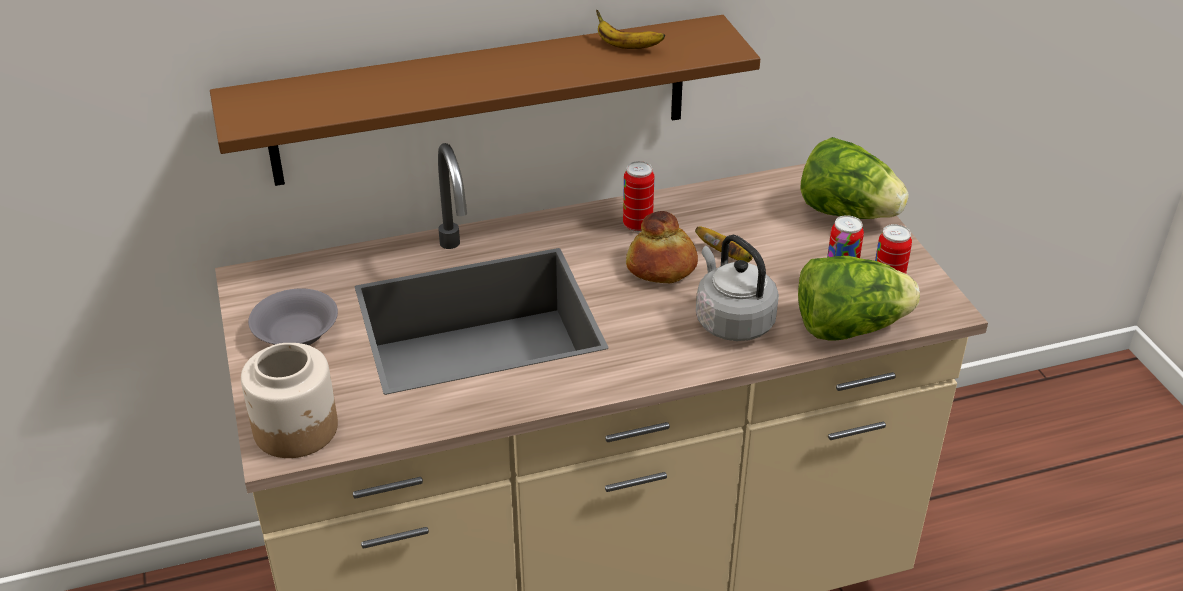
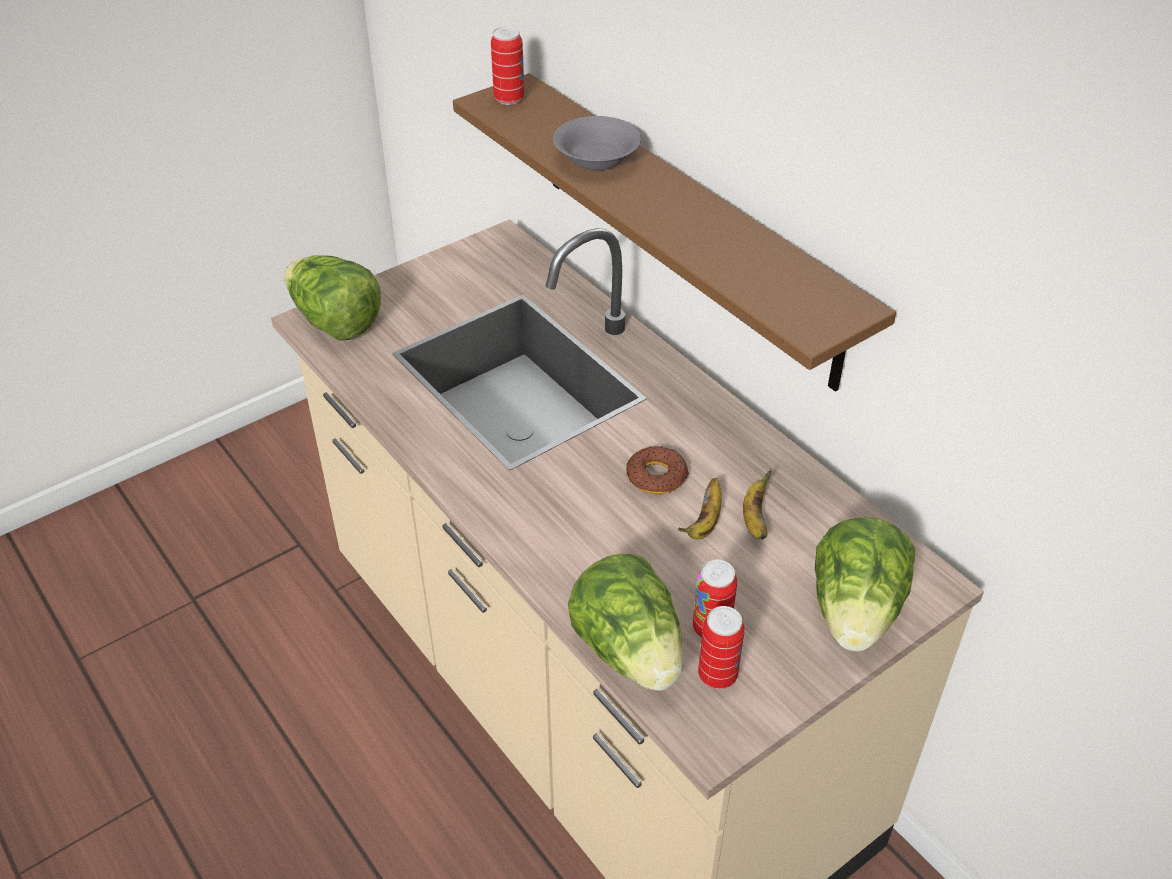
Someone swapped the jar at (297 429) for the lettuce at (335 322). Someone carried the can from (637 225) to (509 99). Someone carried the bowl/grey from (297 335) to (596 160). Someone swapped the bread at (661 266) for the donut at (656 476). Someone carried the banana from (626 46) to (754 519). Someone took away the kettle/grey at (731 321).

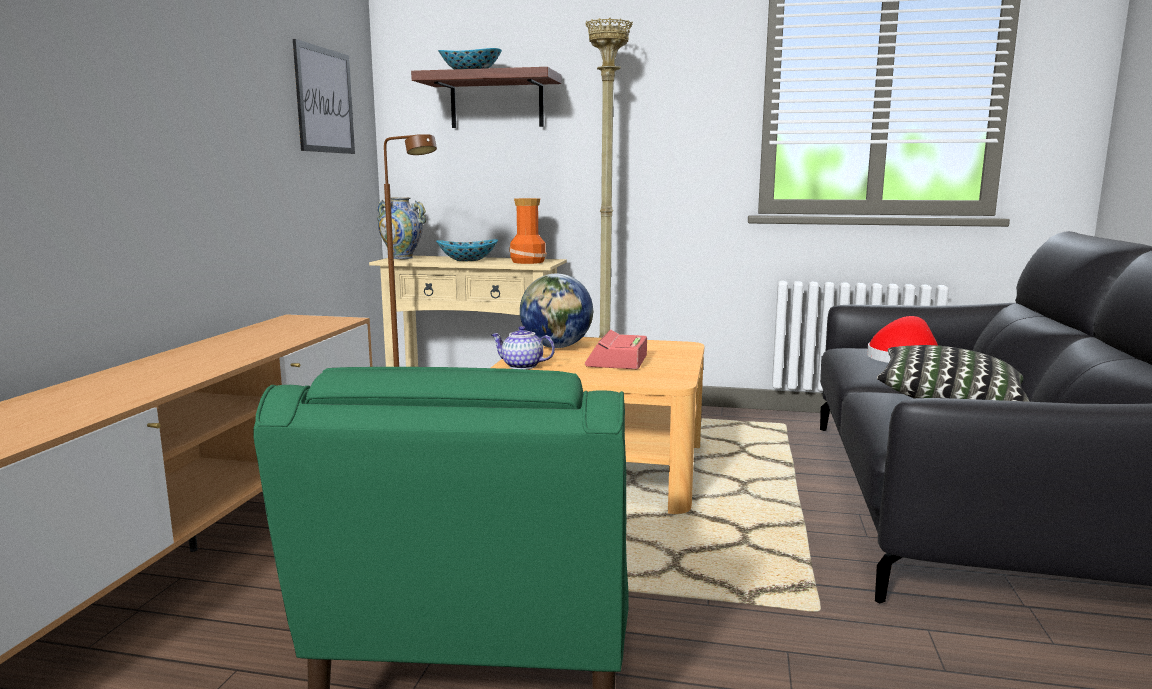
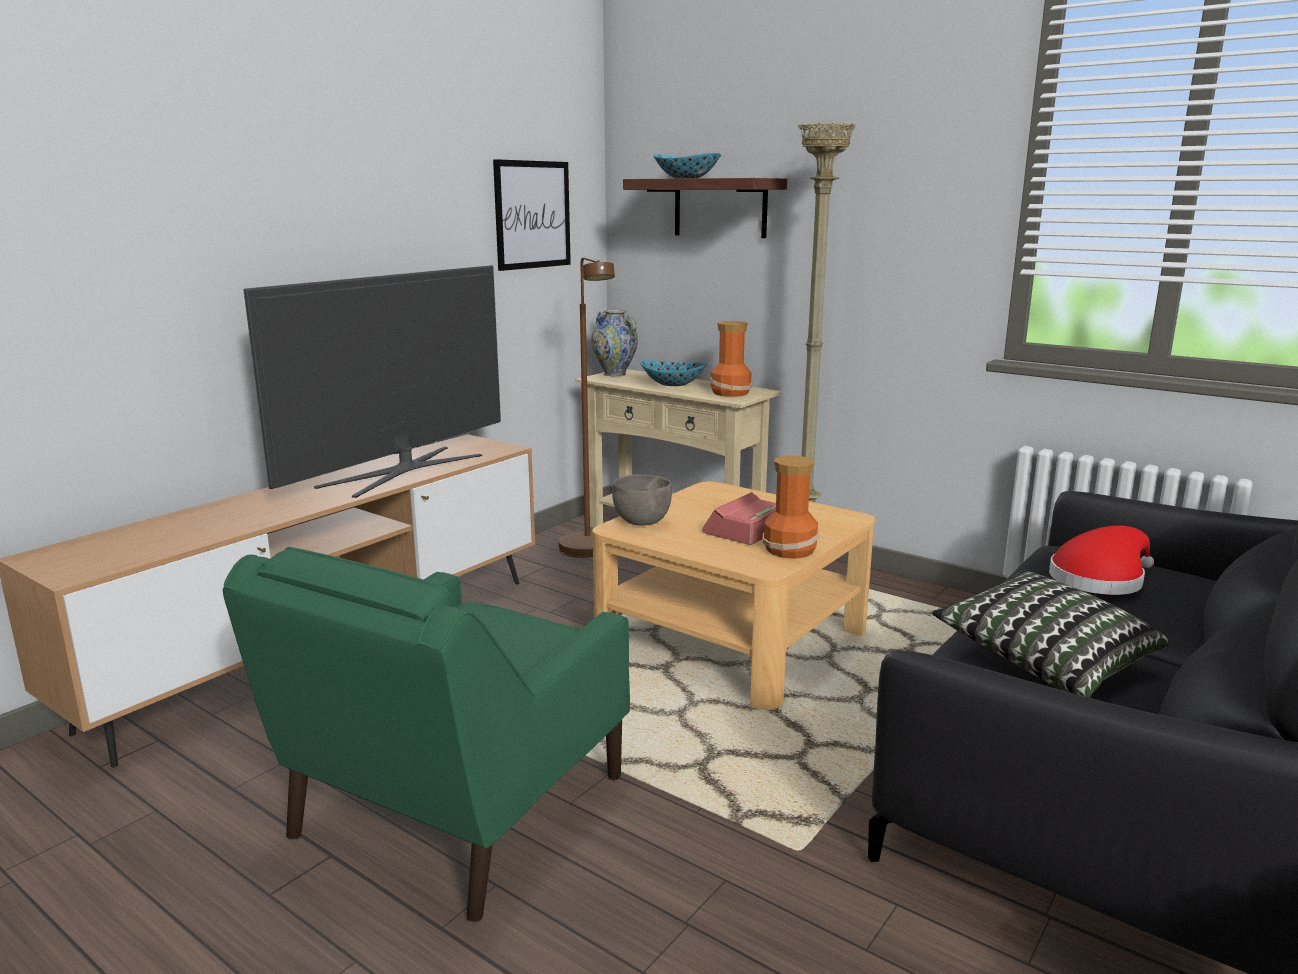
Someone put down the television at (403 470). Someone swapped the teapot at (521 366) for the bowl/grey at (642 522). Someone put down the vase at (791 550). Someone took away the globe at (557 347).

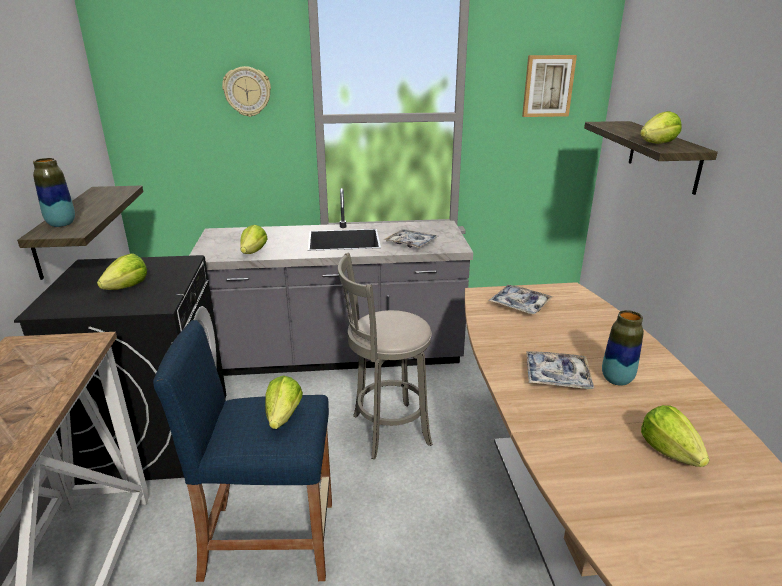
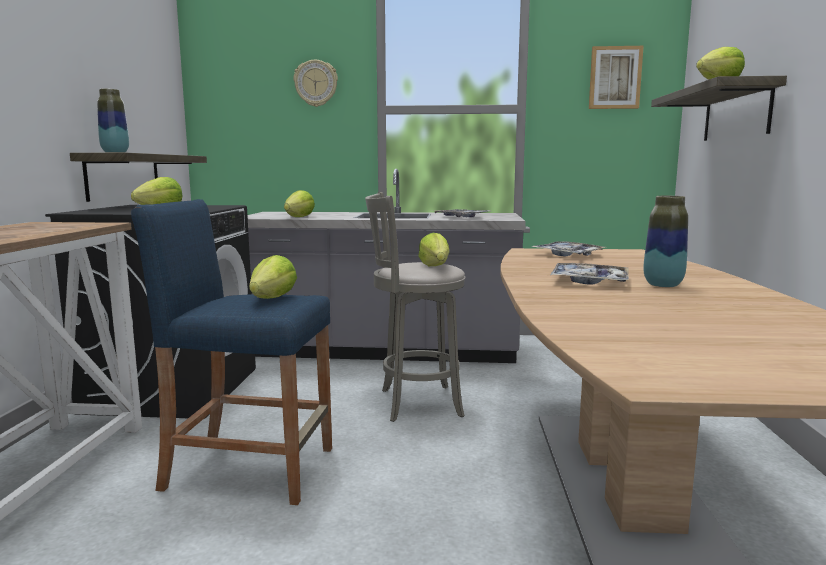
Someone carried the lettuce from (669 451) to (435 266).

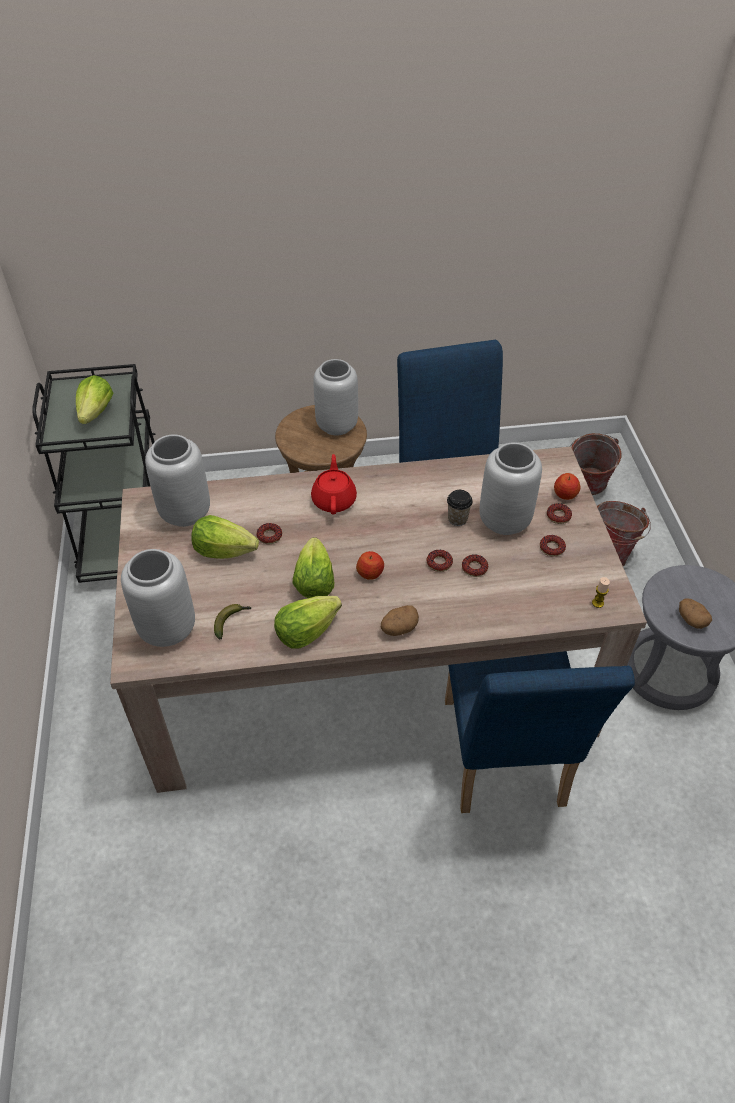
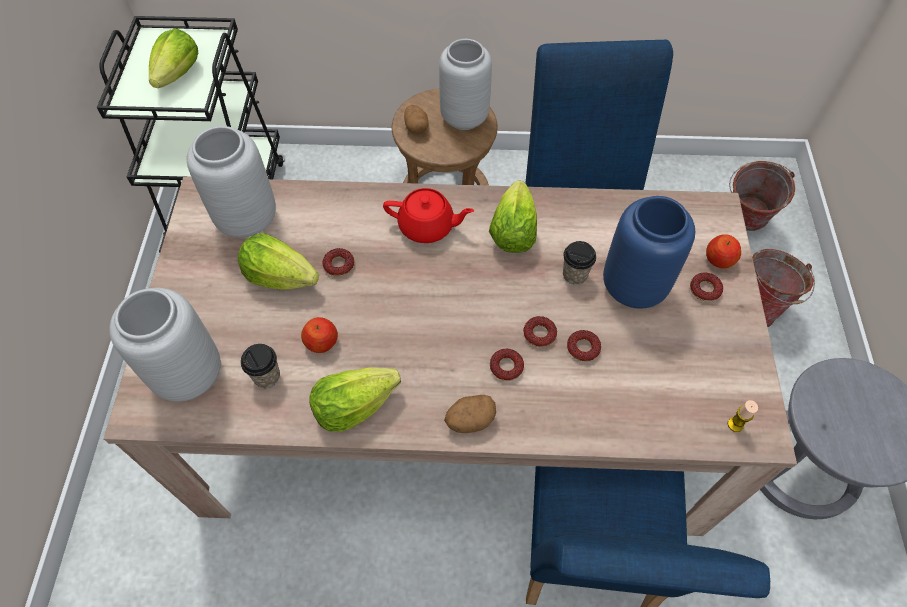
Someone swapped the banana at (231 621) for the cup at (267 376). Someone carried the apple from (370 573) to (322 342). Someone rotated the teapot/red at (334 500) by 90 degrees clockwise. Someone carried the potato from (691 620) to (416 127). Someone carried the lettuce from (314 582) to (512 232). Someone carried the donut from (552 548) to (506 367). Someone repainted the vase/grey at (503 521), which became the vase/blue at (632 287).

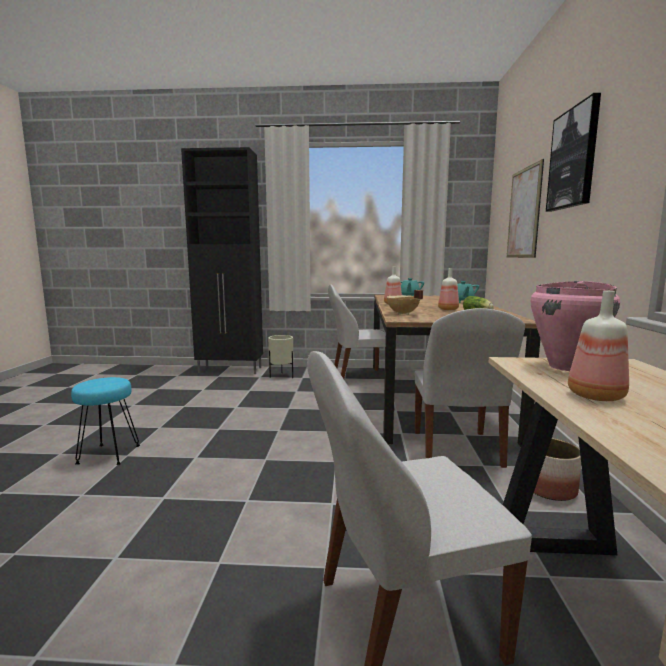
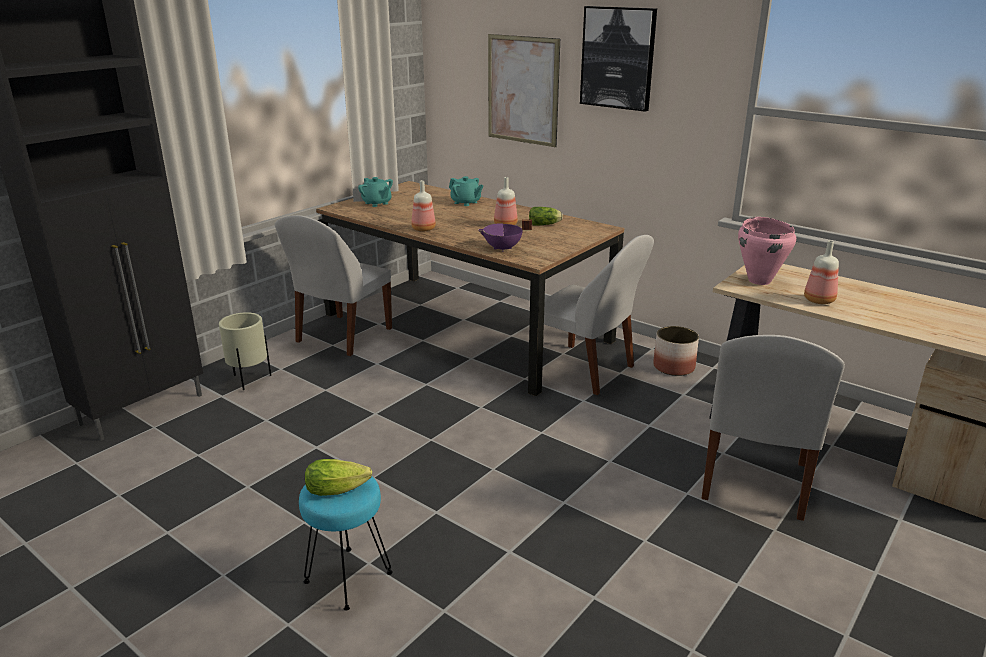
Someone put down the lettuce at (340 489). Someone repainted the cooking pot/beige at (402 314), which became the cooking pot/purple at (503 249).

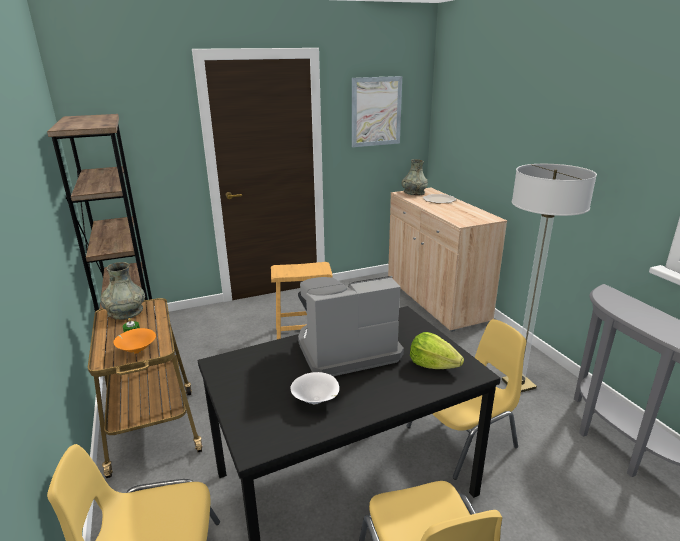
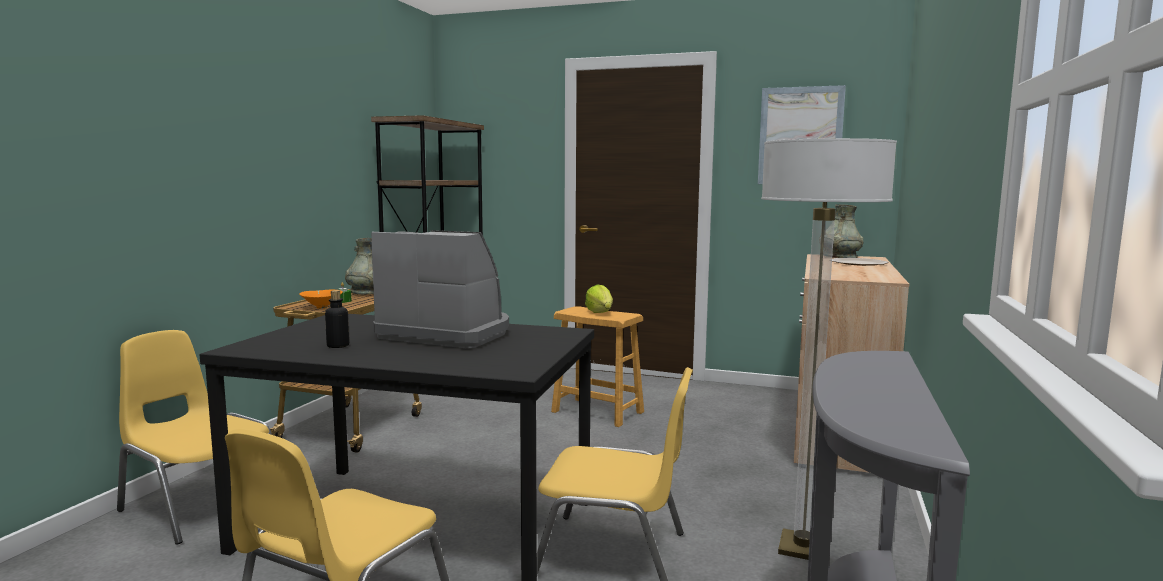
Someone swapped the bowl/white at (316 401) for the bottle at (338 346). Someone carried the lettuce from (433 365) to (600 313).

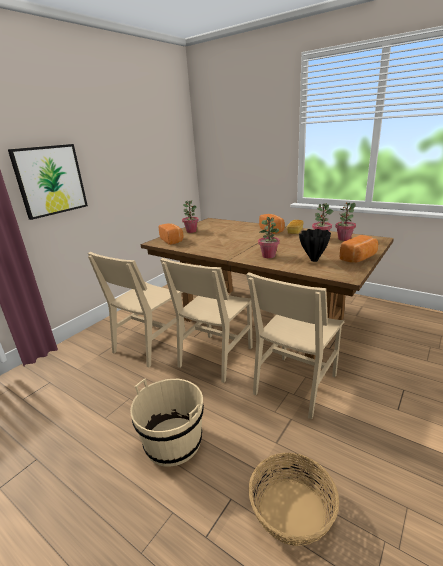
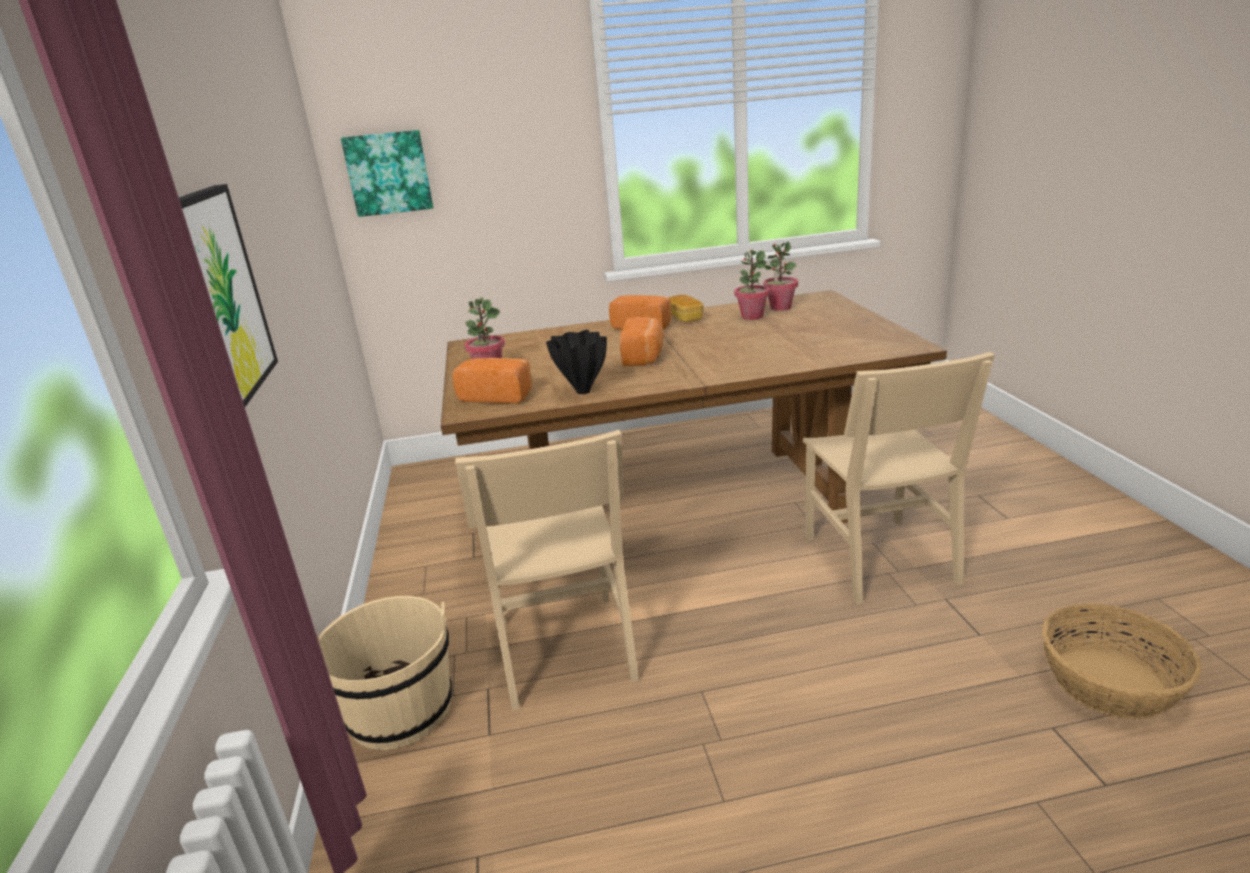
Someone carried the bucket/beige from (173 441) to (400 710). Someone put up the picture at (388 173). Someone carried the vase/black from (314 260) to (582 391). Someone carried the bread from (359 258) to (644 356). Someone took away the chair/beige at (216 356). Someone took away the potted plant at (269 256).

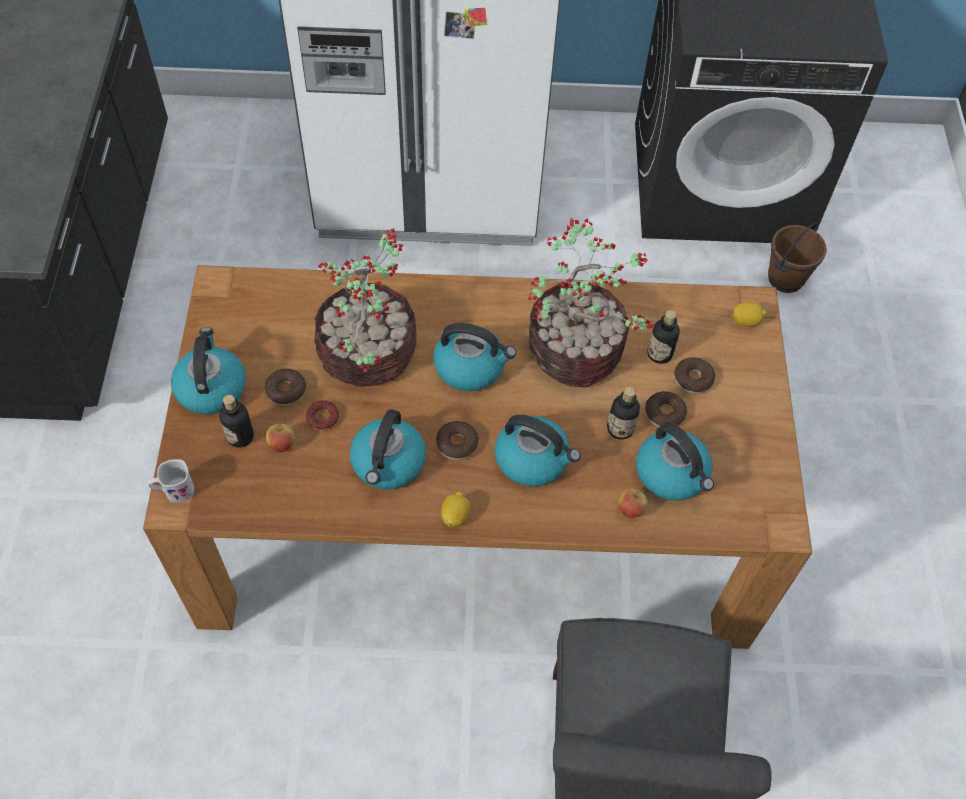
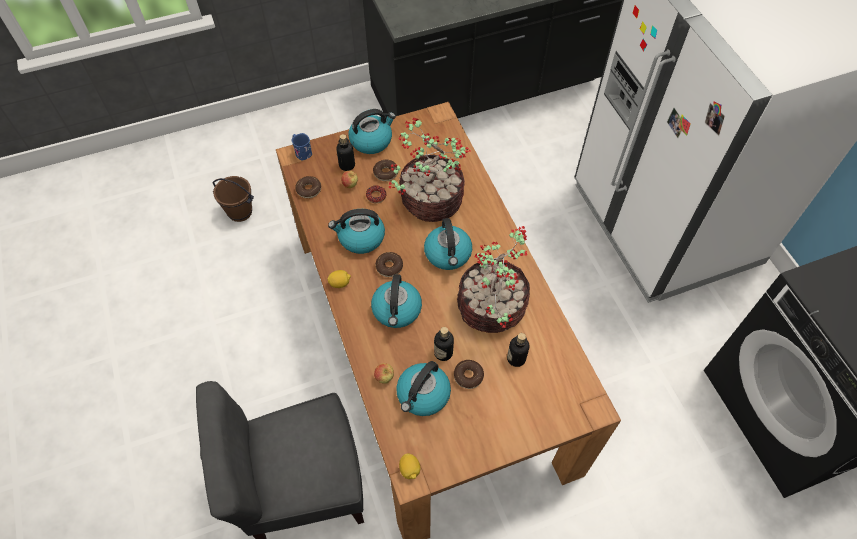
Someone carried the bucket/brown from (786 279) to (240 212). Someone repainted the mug/white at (174 491), which became the mug/blue at (302 152). Someone carried the donut from (693 379) to (309 190). Someone carried the lemon from (746 321) to (409 469).

